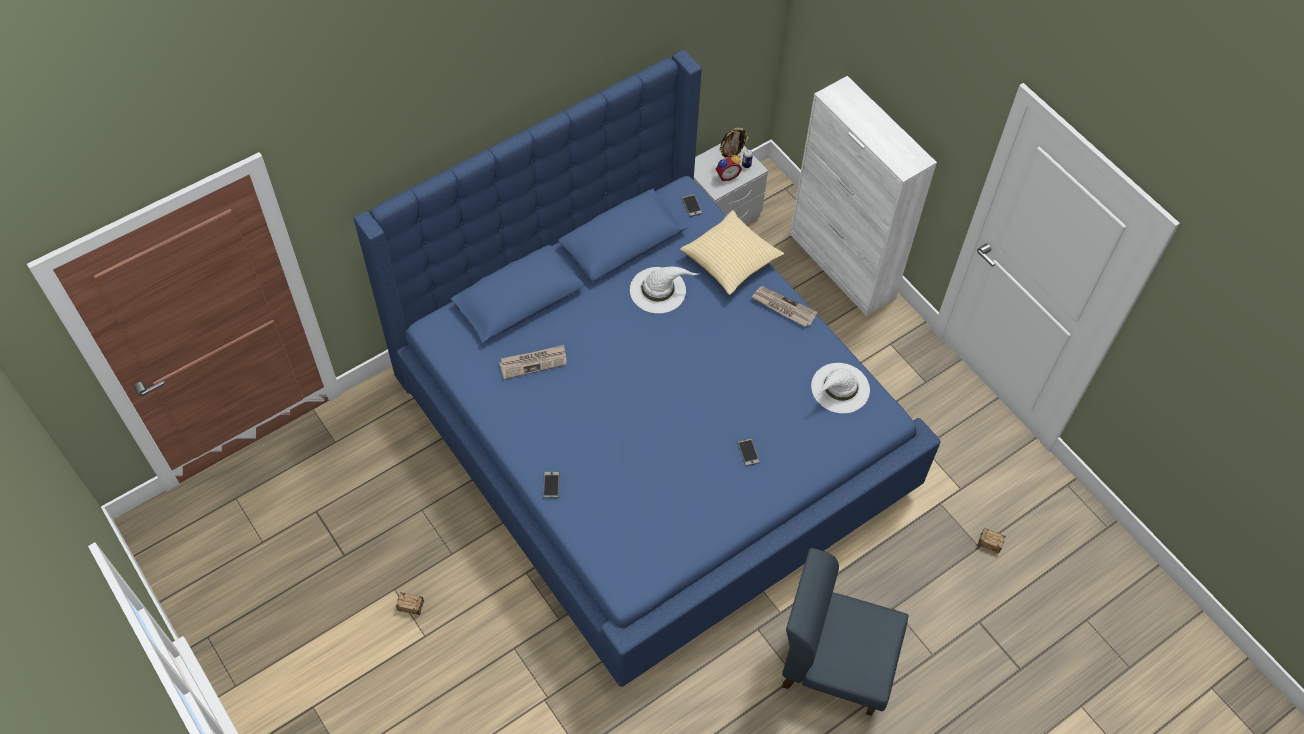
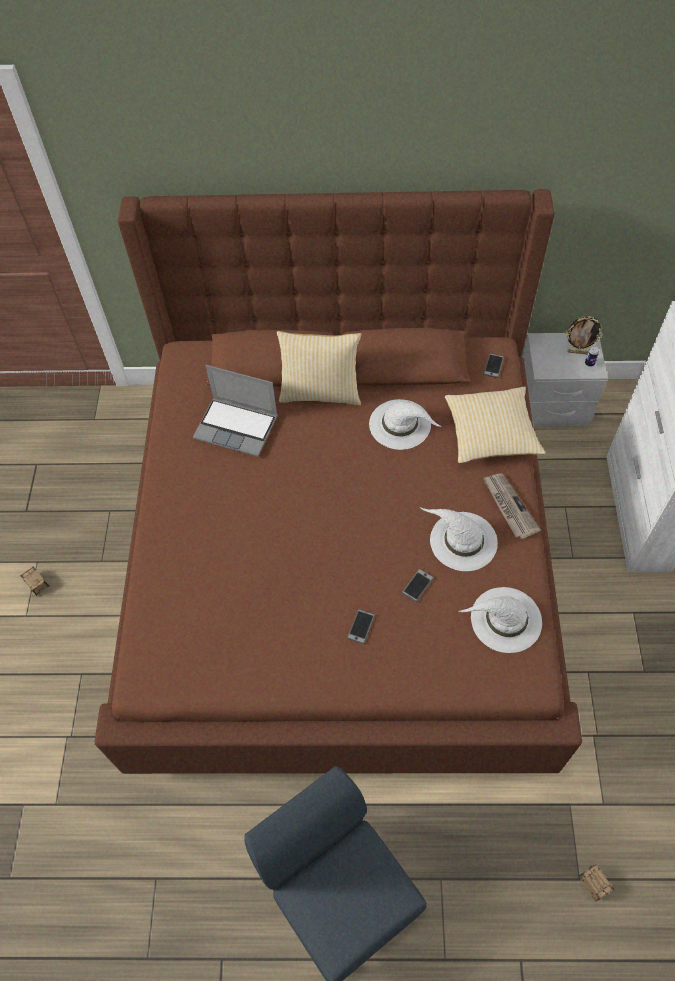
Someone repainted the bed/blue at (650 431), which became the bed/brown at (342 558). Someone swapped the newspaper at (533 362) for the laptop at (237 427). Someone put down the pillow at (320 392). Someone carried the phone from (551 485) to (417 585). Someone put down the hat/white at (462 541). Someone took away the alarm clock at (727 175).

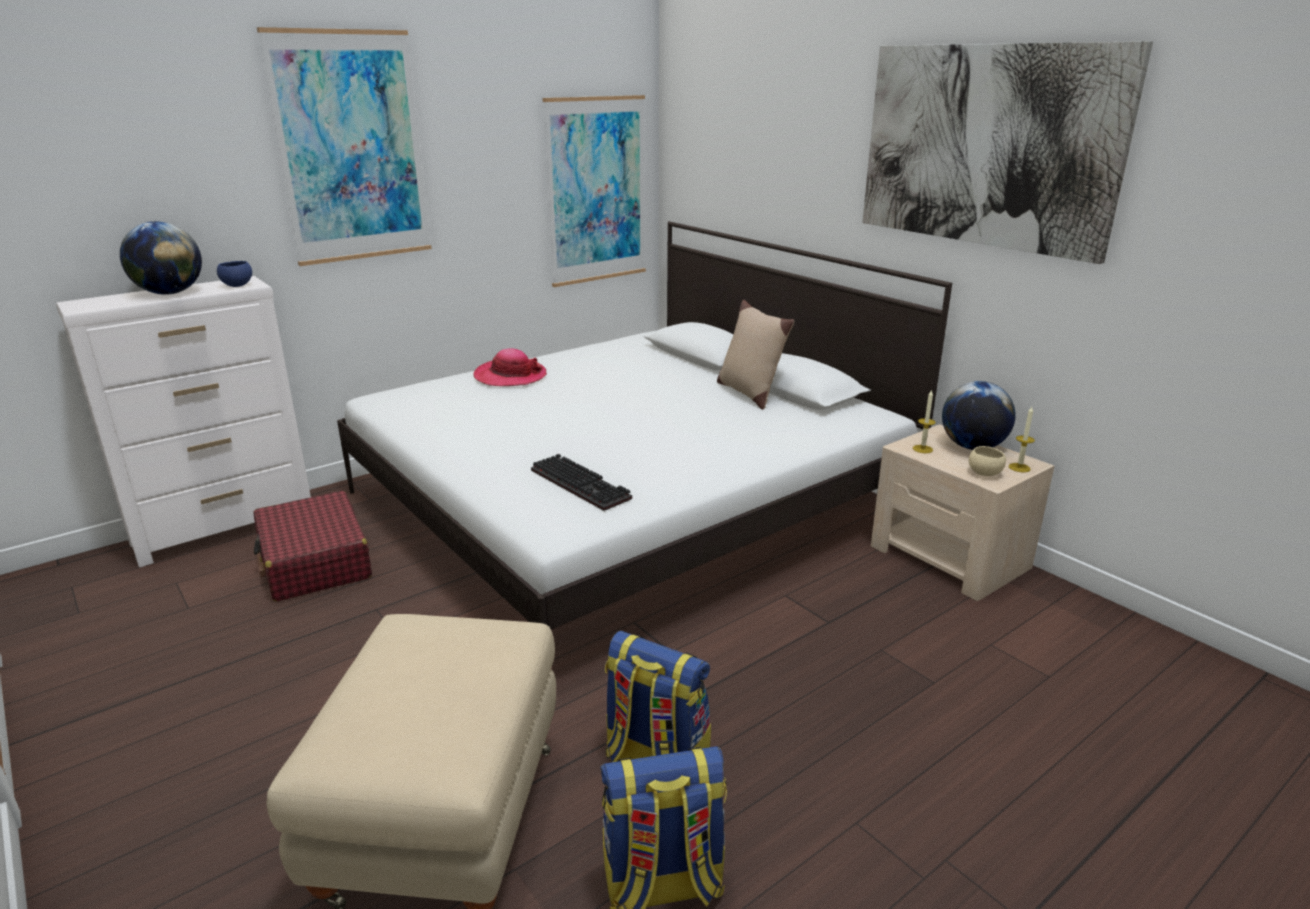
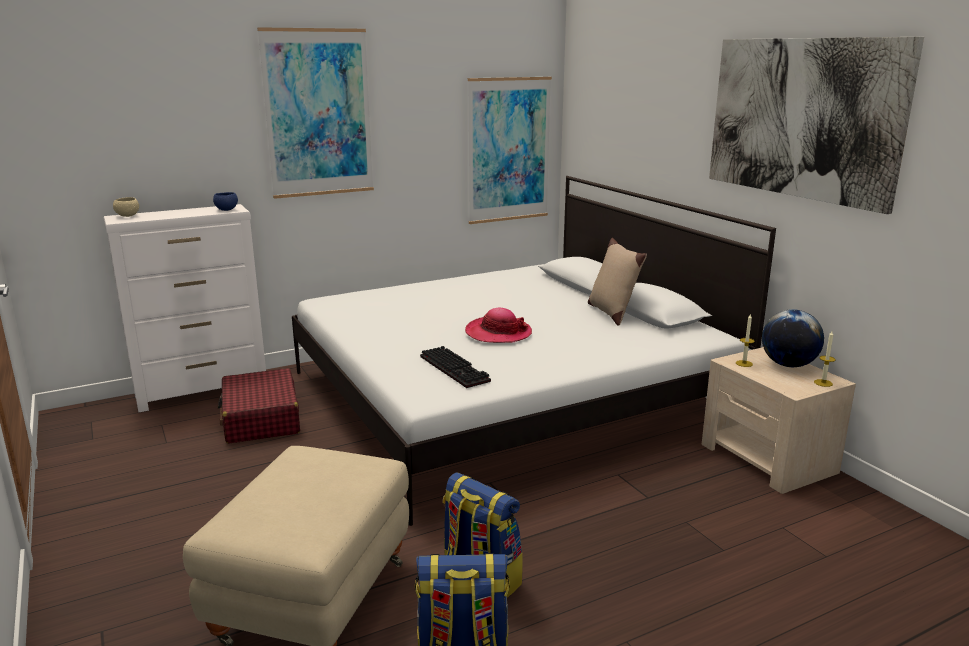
Someone carried the bowl/beige from (984 473) to (127 216). Someone carried the hat from (510 376) to (498 333). Someone took away the globe at (170 293).

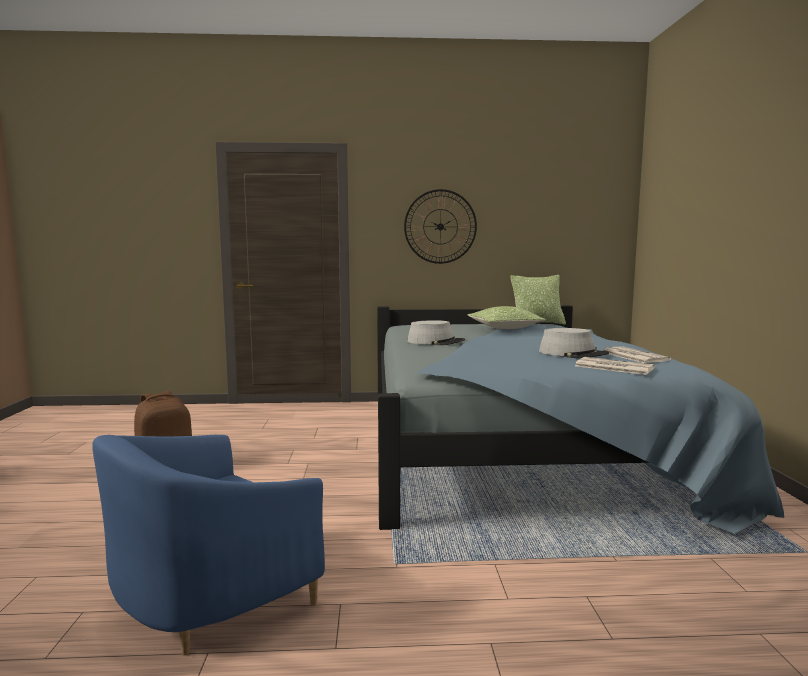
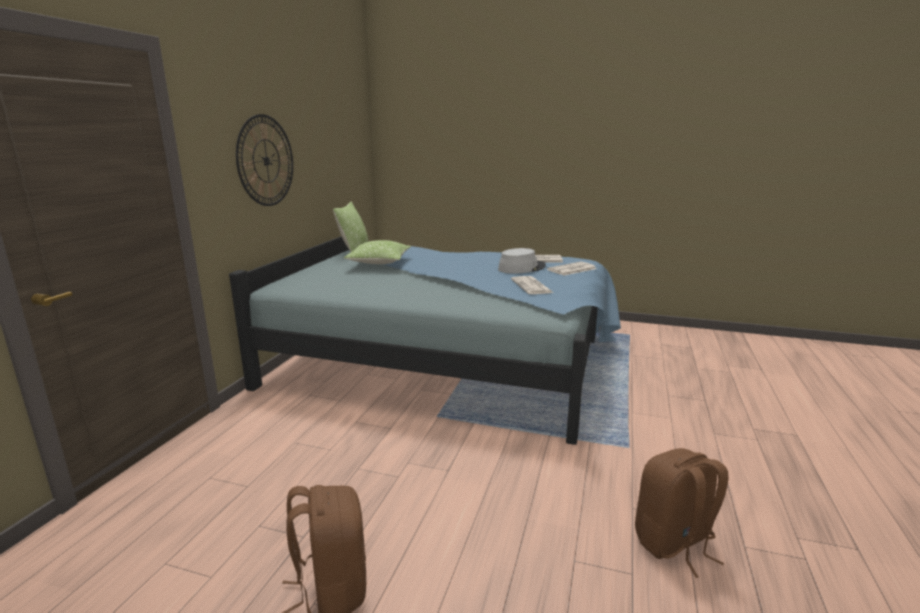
Someone put down the newspaper at (532 286). Someone swapped the armchair/blue at (211 597) for the backpack/brown at (674 544). Someone took away the hat/grey at (436 342).

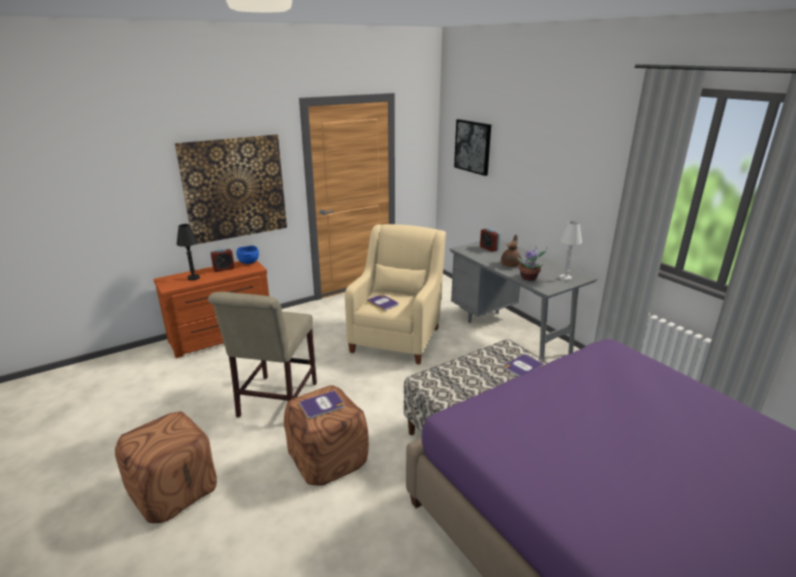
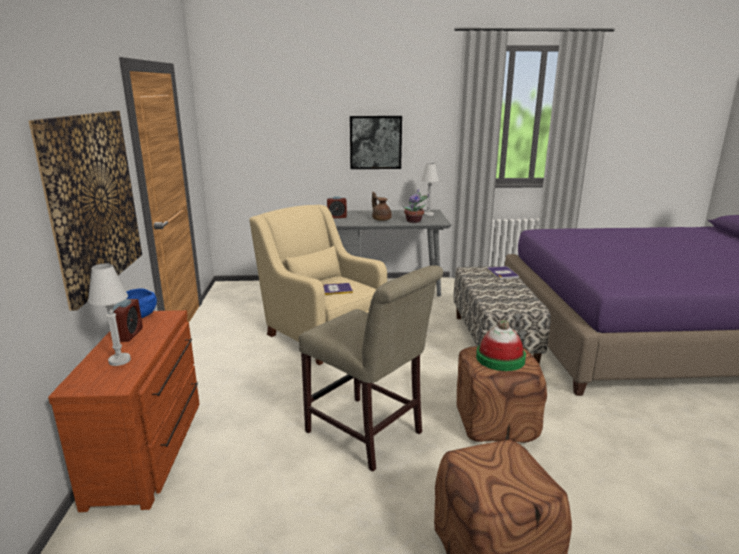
Someone repainted the table lamp/black at (193 278), which became the table lamp/white at (119 360). Someone carried the picture from (473 146) to (375 142). Someone swapped the book at (322 405) for the hat at (500 358).

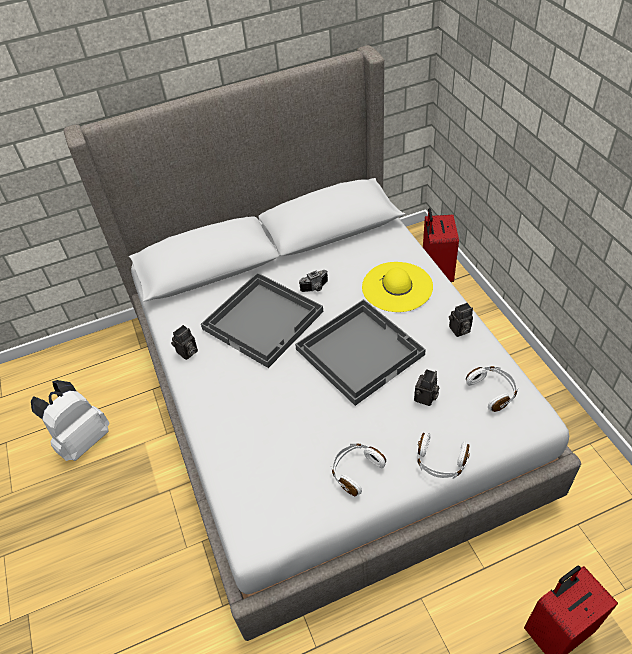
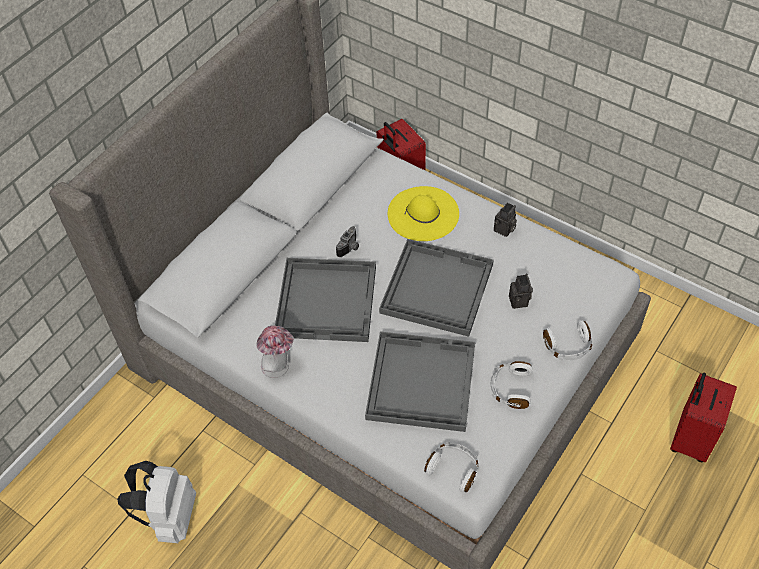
Someone swapped the photo camera at (187 353) for the hat at (279 366). Someone put down the tray/grey at (420 381). Someone carried the headphones/white from (493 391) to (453 469).

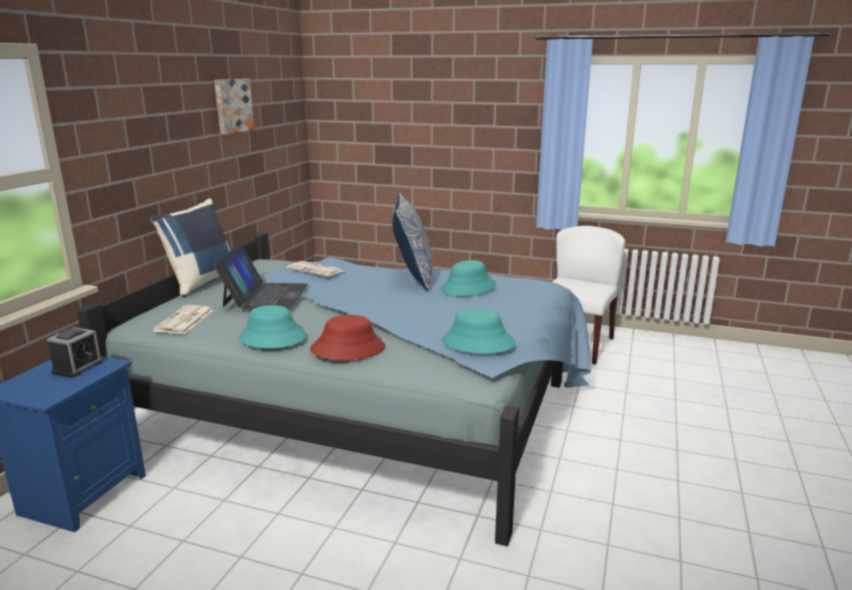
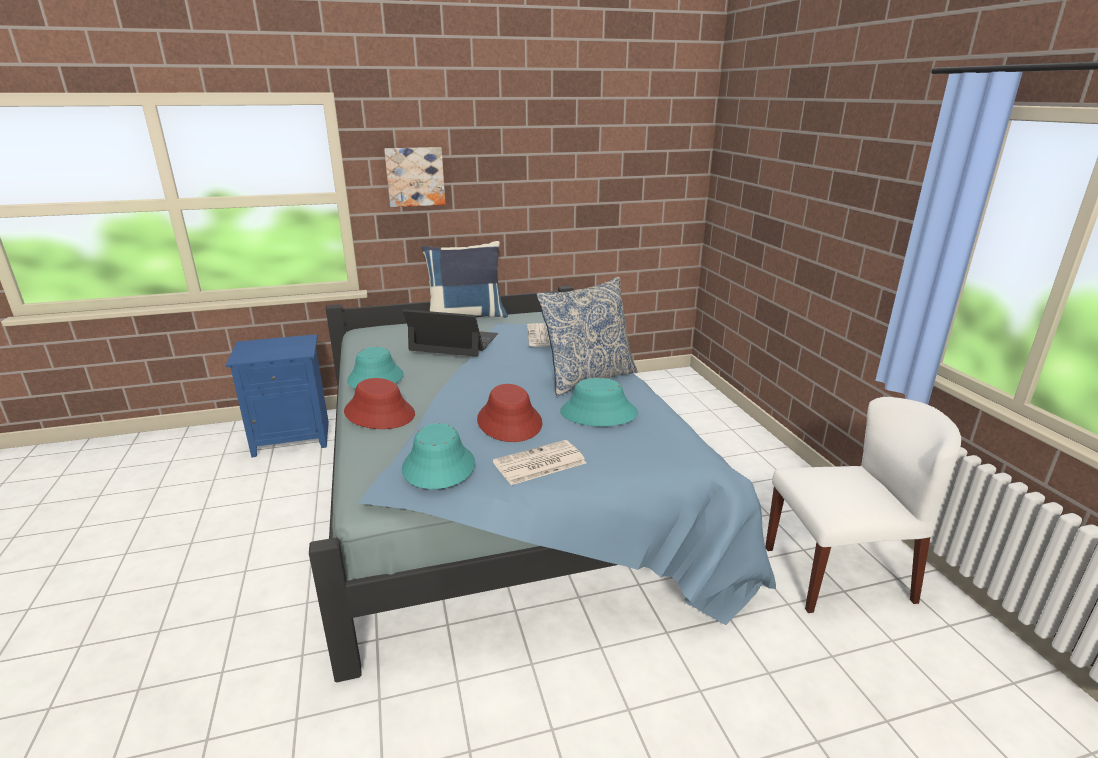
Someone carried the picture from (232 105) to (415 176). Someone rotated the laptop at (265 295) by 135 degrees counterclockwise. Someone put down the hat/red at (510 422). Someone carried the newspaper from (184 321) to (538 464). Someone took away the alarm clock at (78 367).

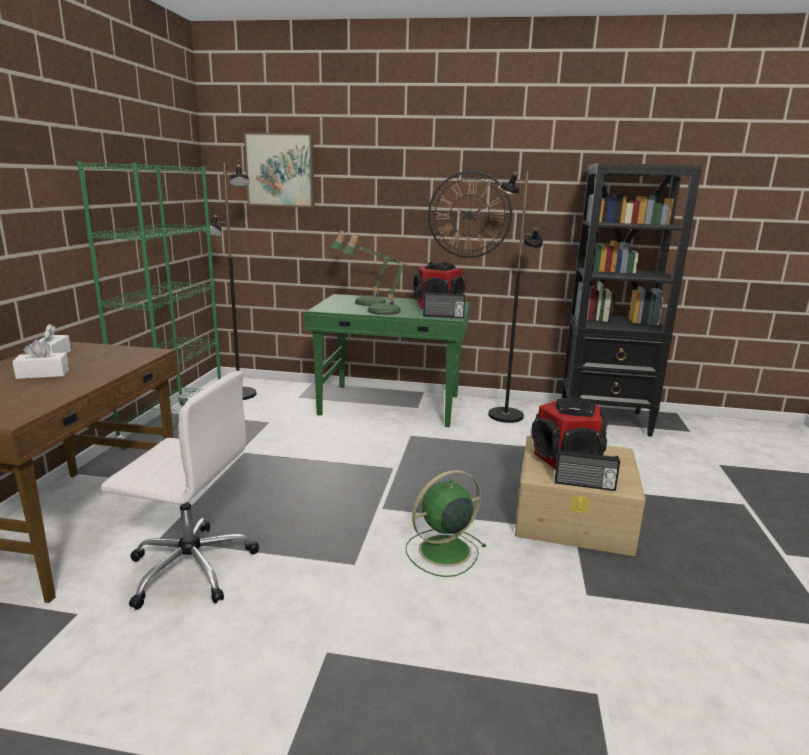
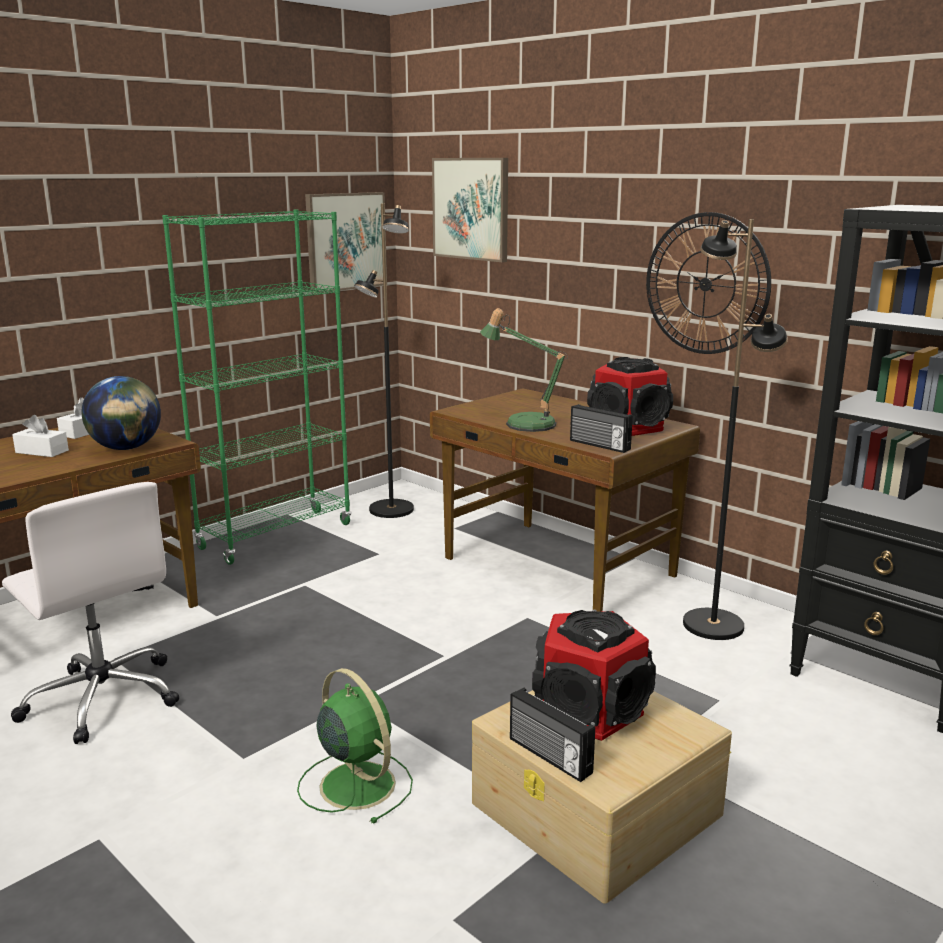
Someone put down the globe at (126 448). Someone rotated the fan/green at (442 551) by 45 degrees clockwise. Someone put up the picture at (346 241). Someone repainted the desk/green at (391 406), which became the desk/brown at (558 568). Someone took away the table lamp at (364 302).

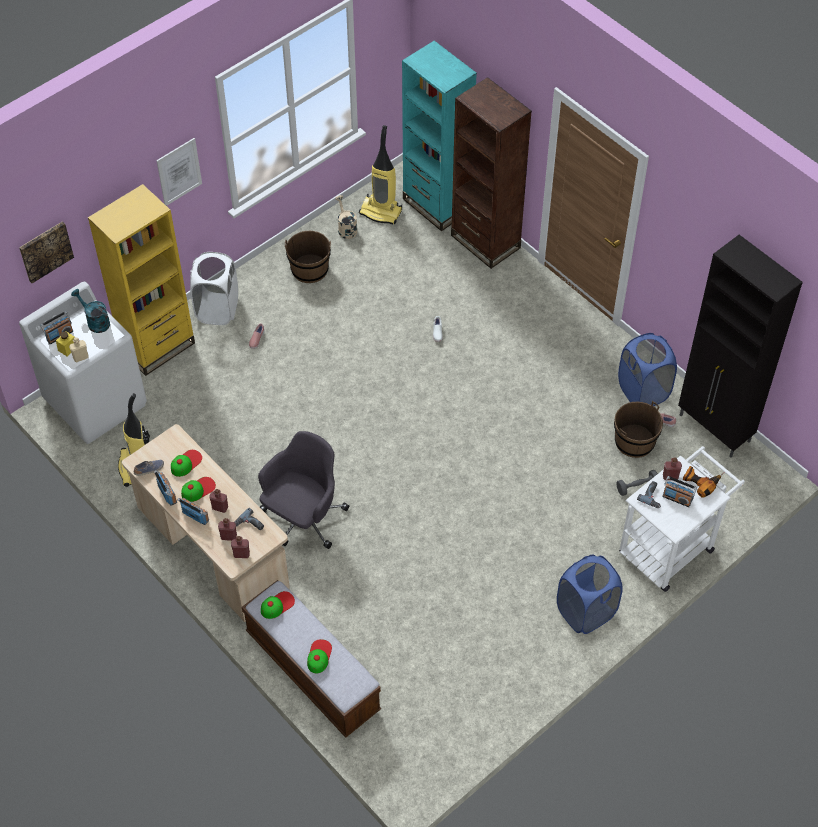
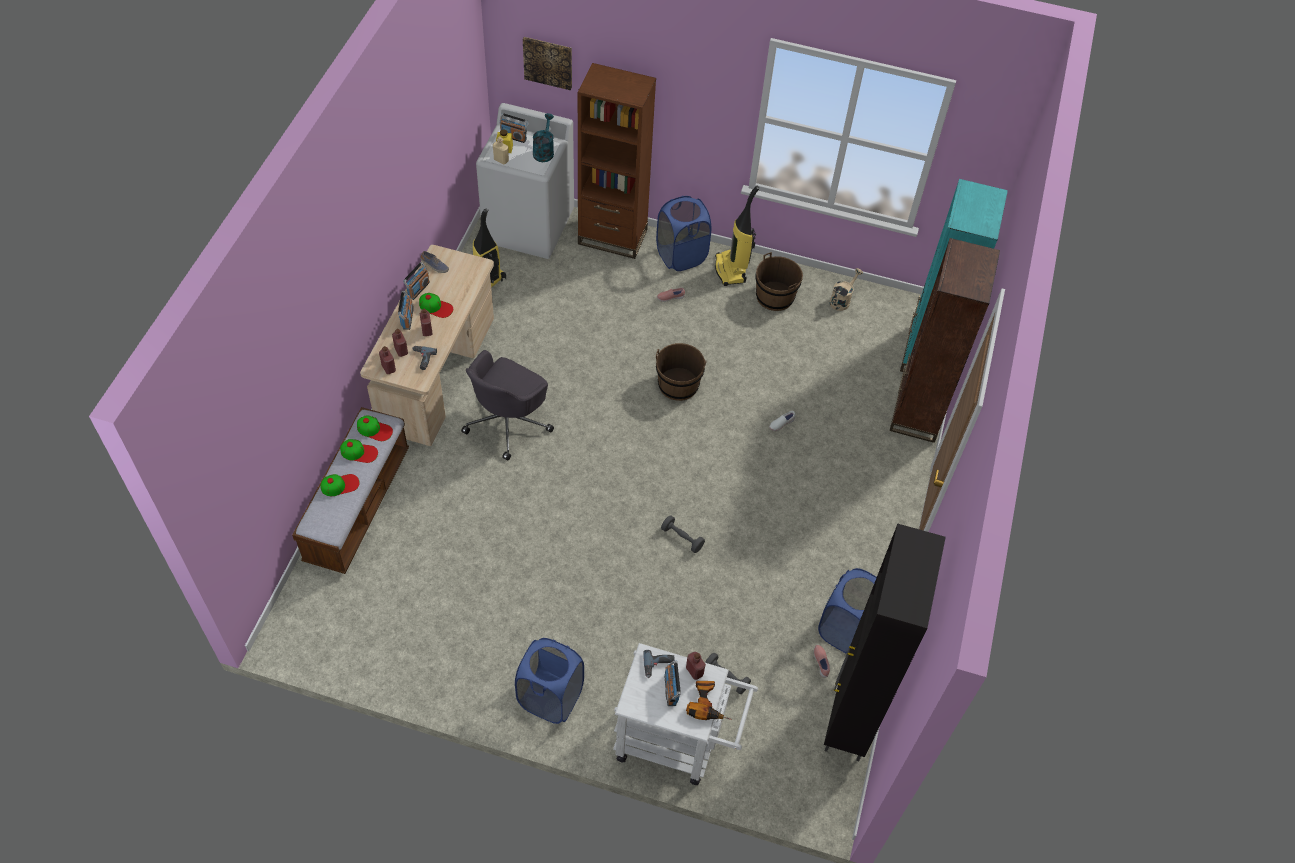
Someone carried the cap from (186 463) to (359 452). Someone rotated the office chair/grey at (303 519) by 120 degrees clockwise. Someone repainted the bookcase/yellow at (158 347), which became the bookcase/brown at (612 237). Someone repainted the laundry basket/white at (217 309), which became the laundry basket/blue at (681 256). Someone carried the bucket/brown from (634 441) to (678 385). Someone put down the dumbbell/grey at (682 538). Someone carried the vacuum cleaner from (381 211) to (731 270). Someone took away the picture at (179 171).

